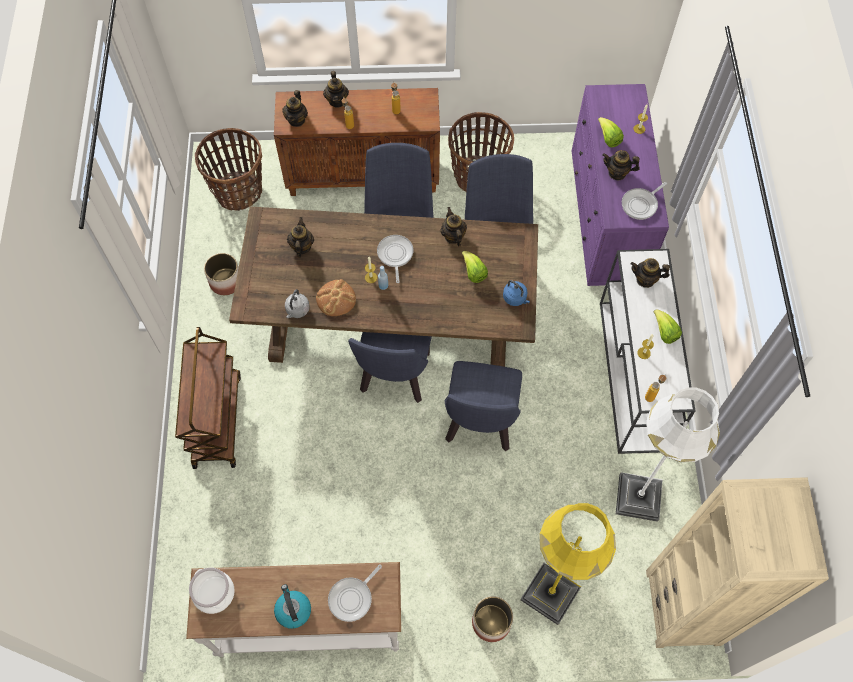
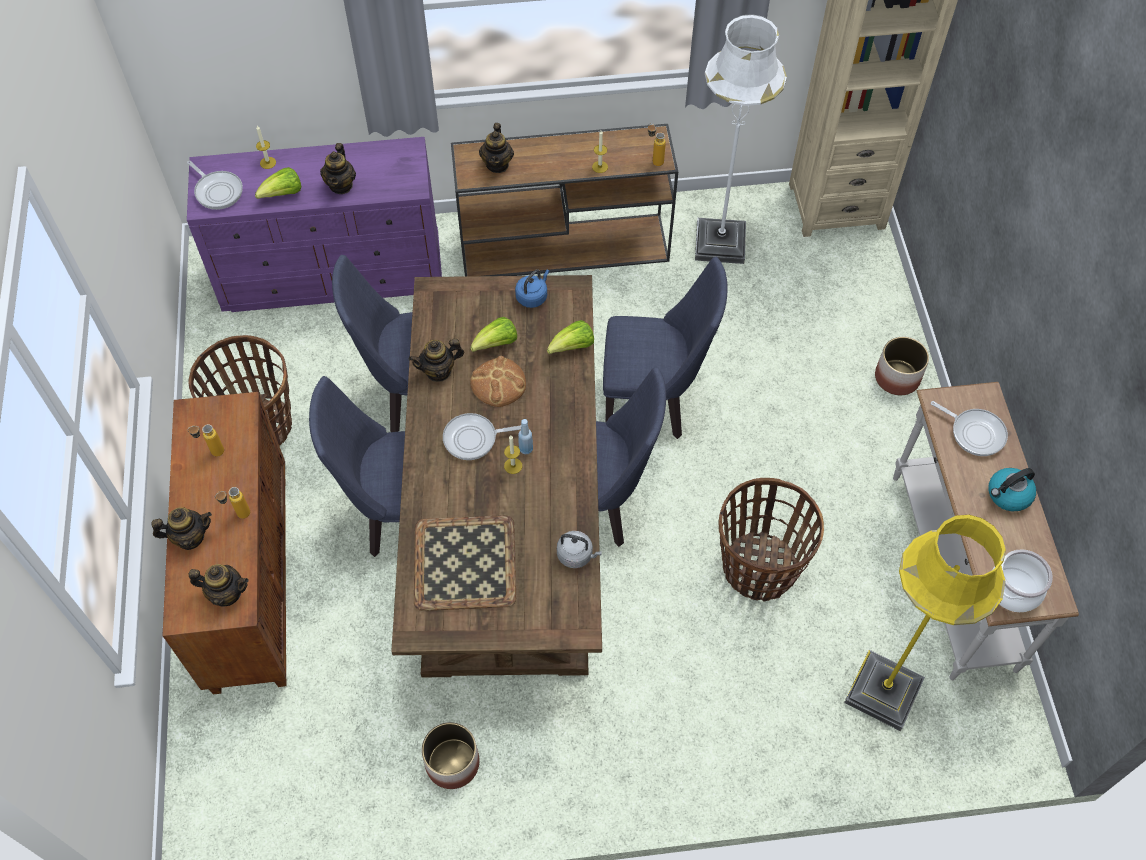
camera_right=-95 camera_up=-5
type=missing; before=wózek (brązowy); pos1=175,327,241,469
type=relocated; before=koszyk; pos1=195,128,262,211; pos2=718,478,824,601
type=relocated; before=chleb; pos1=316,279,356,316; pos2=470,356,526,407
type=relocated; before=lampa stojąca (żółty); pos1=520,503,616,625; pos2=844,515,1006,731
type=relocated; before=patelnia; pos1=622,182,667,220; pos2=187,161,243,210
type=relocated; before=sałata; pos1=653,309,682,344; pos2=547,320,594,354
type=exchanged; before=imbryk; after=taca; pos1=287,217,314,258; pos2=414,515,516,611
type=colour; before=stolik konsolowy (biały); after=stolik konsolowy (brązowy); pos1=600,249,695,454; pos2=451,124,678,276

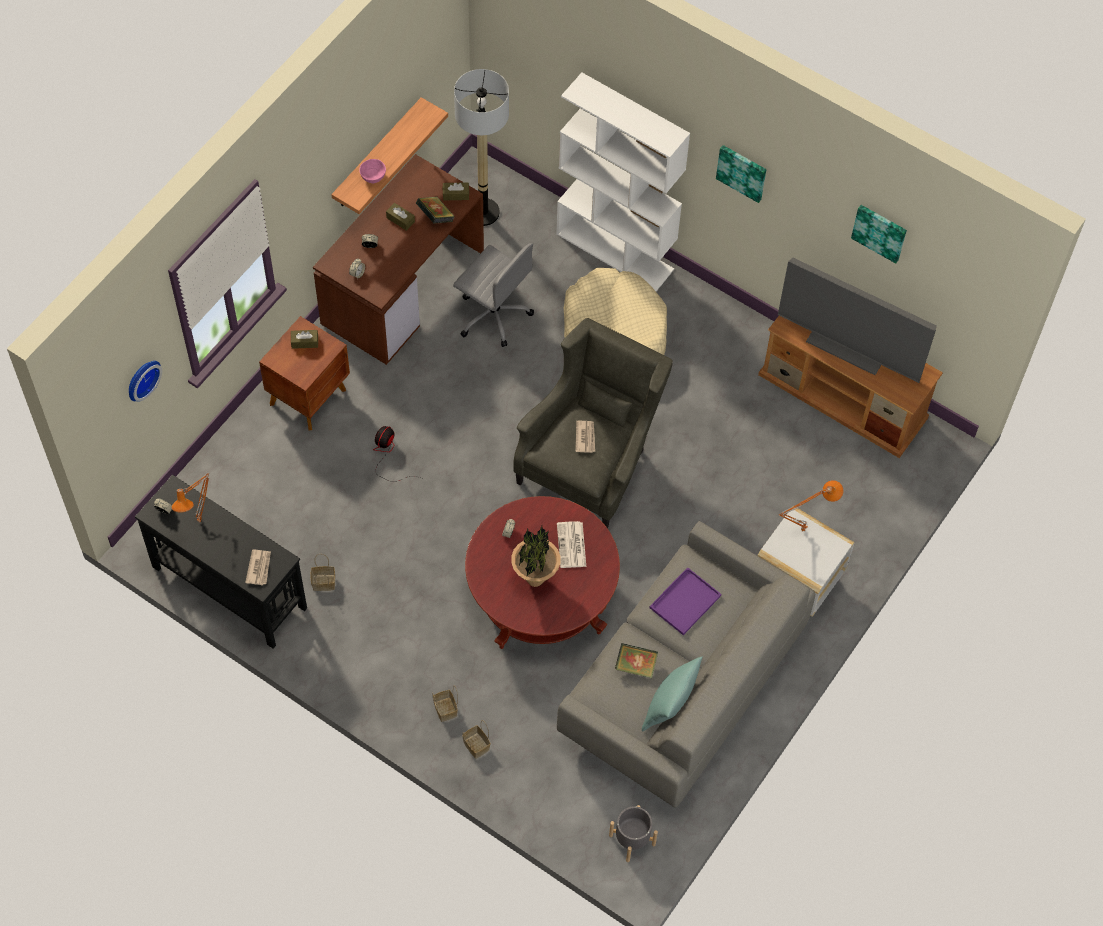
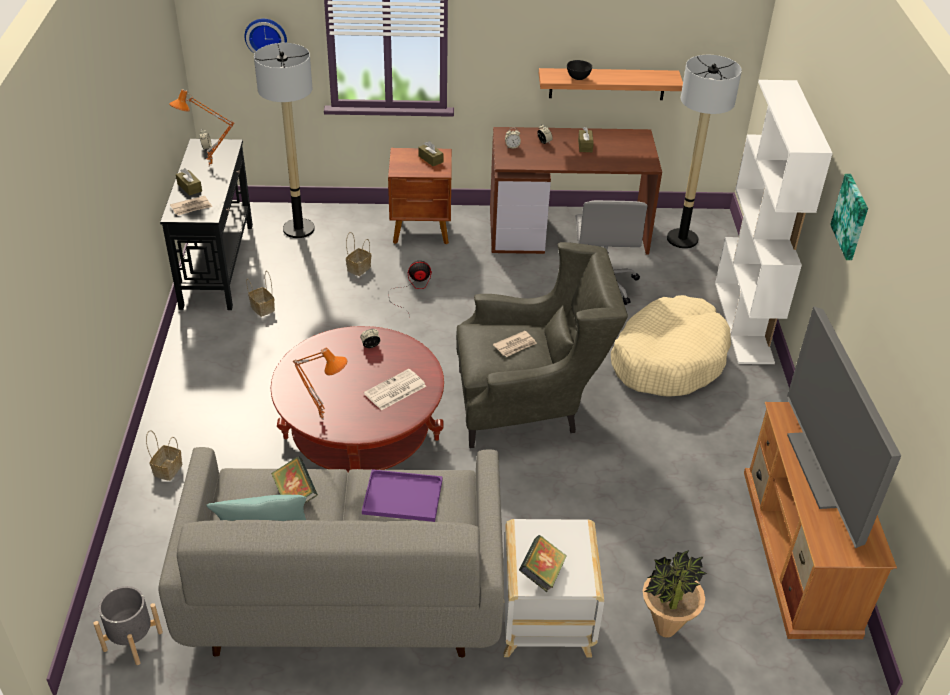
camera_right=55 camera_up=-20
type=missing; before=obraz; pos1=851,205,907,263
type=appeared; after=lampa stojąca; pos2=254,43,315,238
type=relocated; before=książka; pos1=416,197,455,223; pos2=519,535,567,592
type=relocated; before=koszyk; pos1=432,685,458,722; pos2=346,232,371,276
type=relocated; before=pudełko chusteczek (brązowy); pos1=443,182,469,200; pos2=176,168,202,196
type=relocated; before=roślina doniczkowa; pos1=511,526,561,587; pos2=643,550,707,638
type=relocated; before=lampa stołowa (pomarańczowy); pos1=778,480,844,532; pos2=293,348,347,420
type=colour; before=miska (różowy); after=miska (czarny); pos1=359,159,386,183; pos2=567,60,592,80

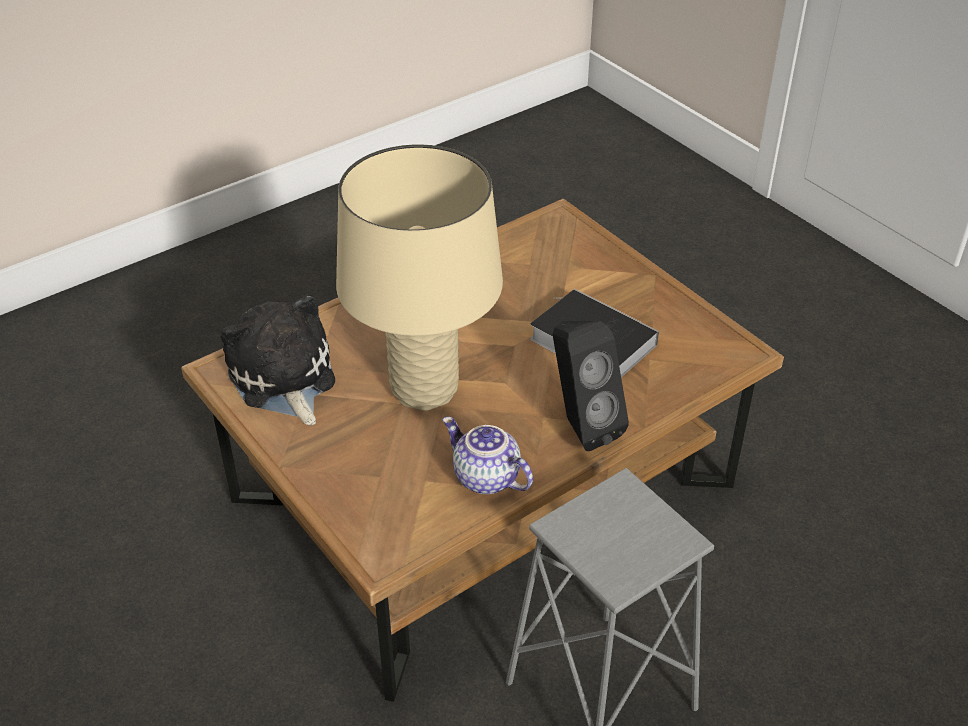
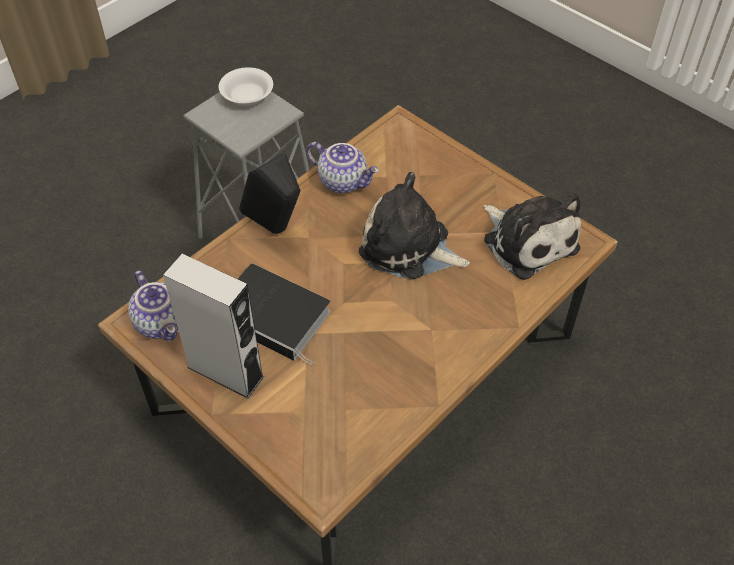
camera_right=170 camera_up=10
type=appeared; after=imbryk; pos2=128,270,178,341
type=appeared; after=głośnik (szary); pos2=163,254,265,398
type=appeared; after=miska (biały); pos2=219,67,273,106
type=exchanged; before=lampa stołowa (beżowy); after=pluszak; pos1=336,145,503,411; pos2=359,172,470,280

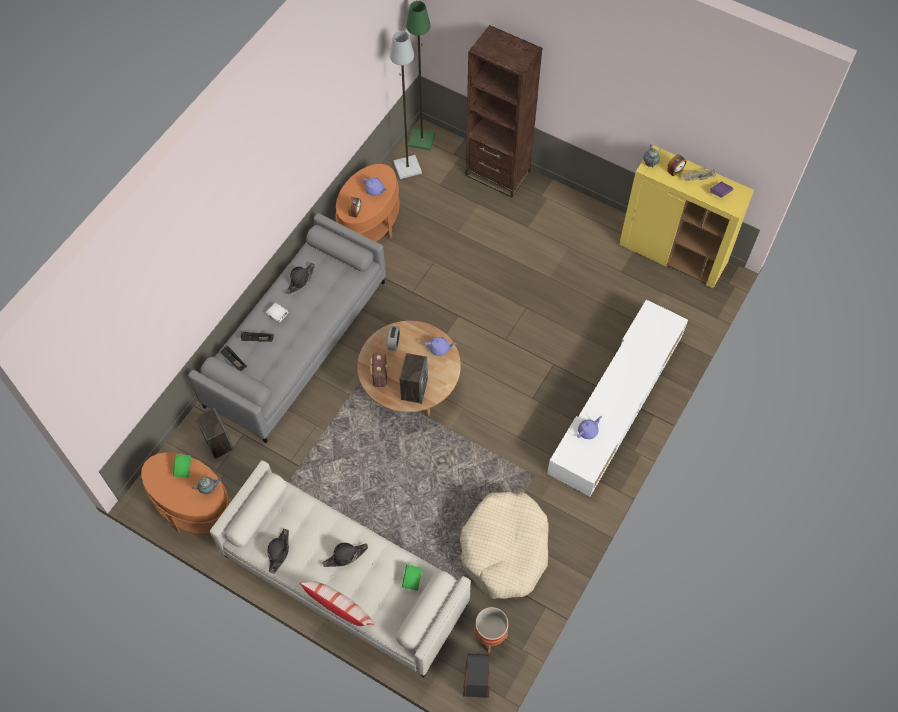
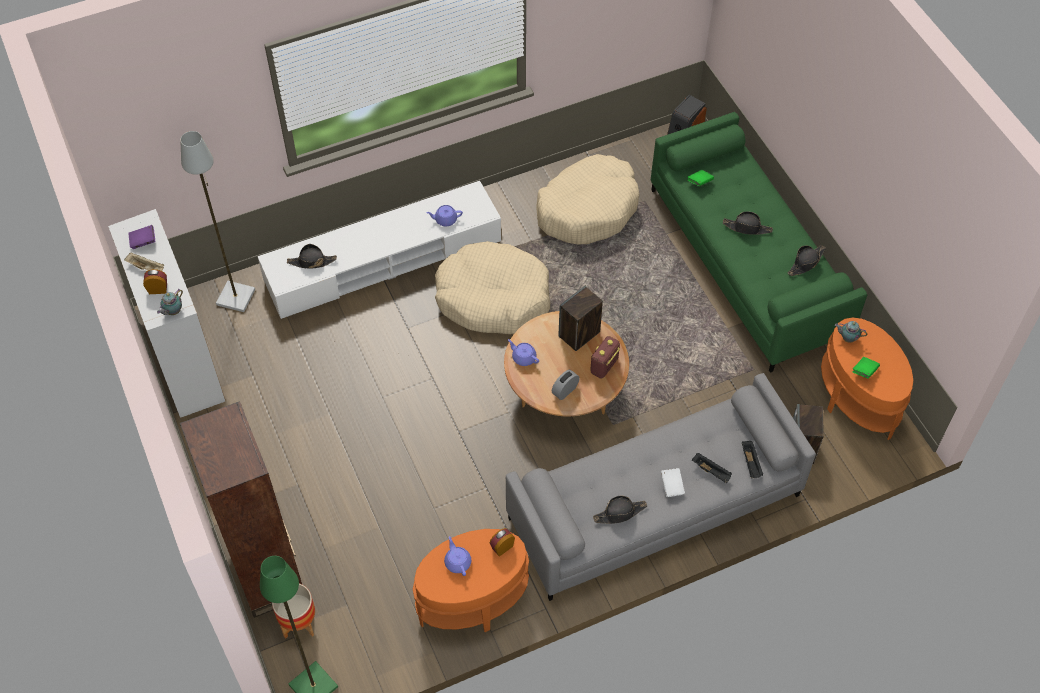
camera_right=-145 camera_up=-5
type=missing; before=poduszka; pos1=300,582,375,626
type=appeared; after=kapelusz (czarny); pos2=287,244,337,268
type=appeared; after=legowisko (beżowy); pos2=435,241,550,334
type=relocated; before=lampa stojąca (szary); pos1=390,31,422,179; pos2=180,131,255,312
type=relocated; before=donica; pos1=474,607,508,653; pos2=272,584,315,639
type=colour; before=kanapa (beżowy); after=kanapa (zielony); pos1=210,460,471,677; pos2=651,112,867,373
type=colour; before=szafka (żółty); after=szafka (biały); pos1=619,145,754,289; pos2=108,209,226,418

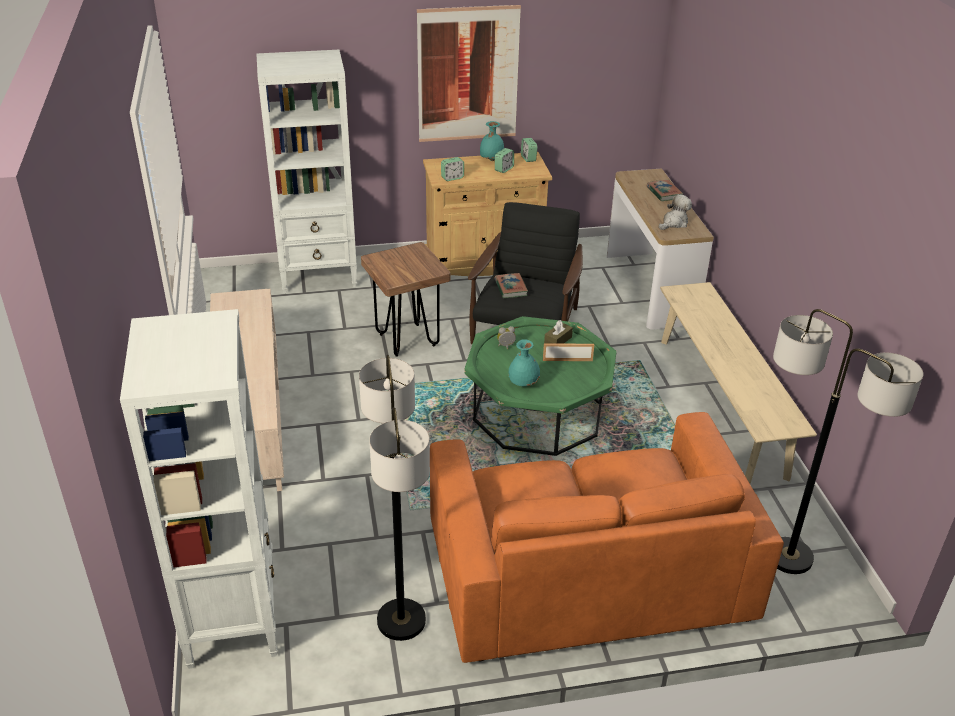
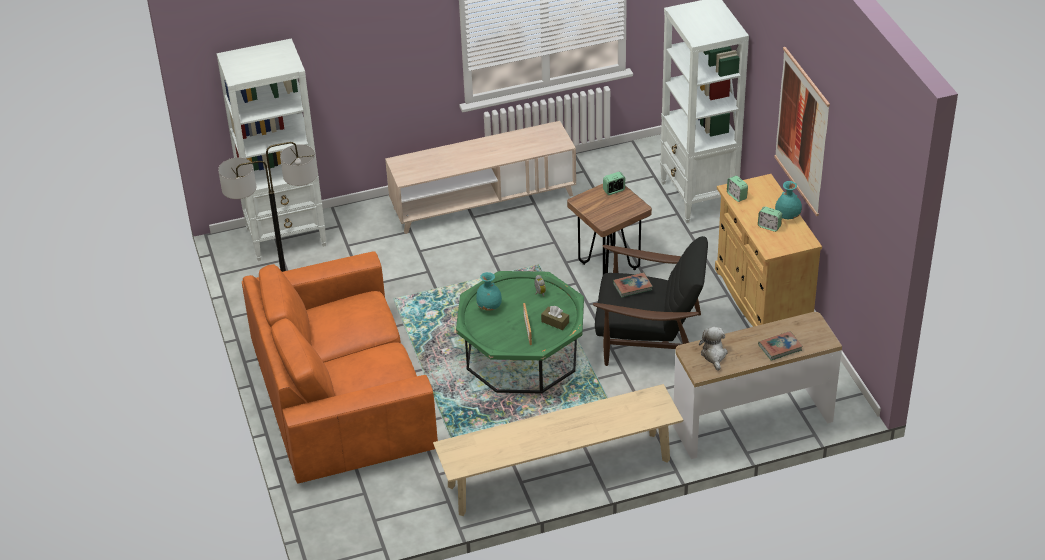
camera_right=85 camera_up=5
type=missing; before=lampa stojąca; pos1=773,309,923,574
type=relocated; before=budzik; pos1=521,138,537,162; pos2=603,172,625,195
type=spun; before=pluszak; pos1=659,194,692,230; pos2=699,327,727,371; turn=-135

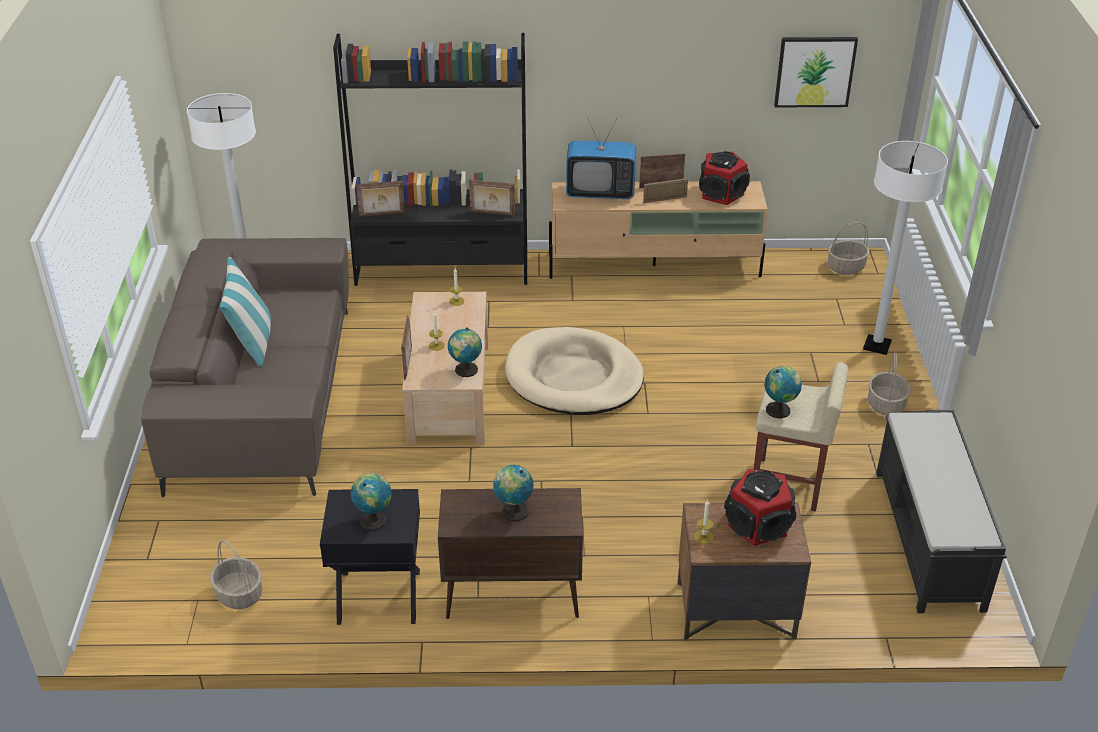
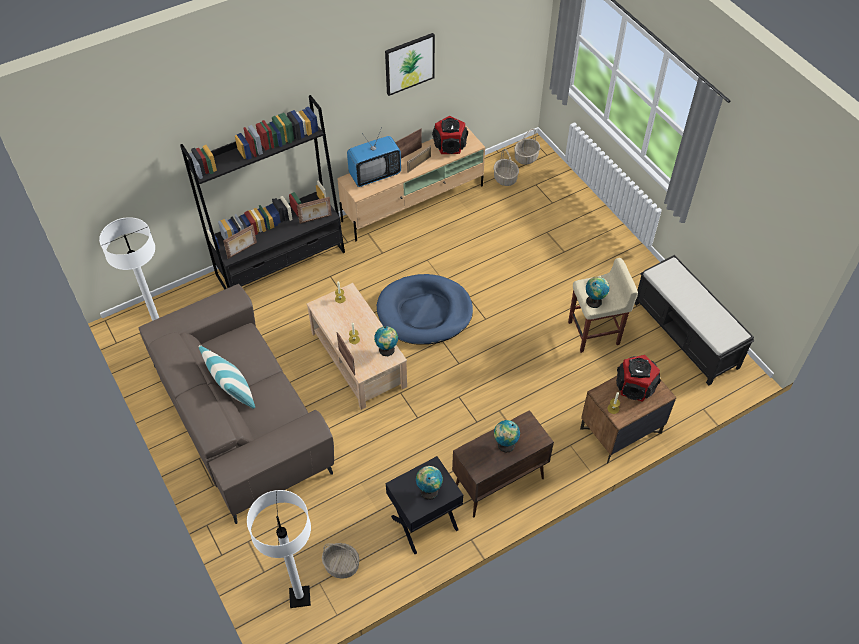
camera_right=-30 camera_up=15
type=relocated; before=obraz; pos1=774,37,858,107; pos2=385,33,435,96
type=relocated; before=lampa stojąca (biały); pos1=863,141,948,355; pos2=247,490,311,608
type=relocated; before=koszyk; pos1=868,352,911,415; pos2=494,149,519,186
type=colour; before=legowisko (beżowy); after=legowisko (niebieski); pos1=505,327,644,415; pos2=377,274,473,345

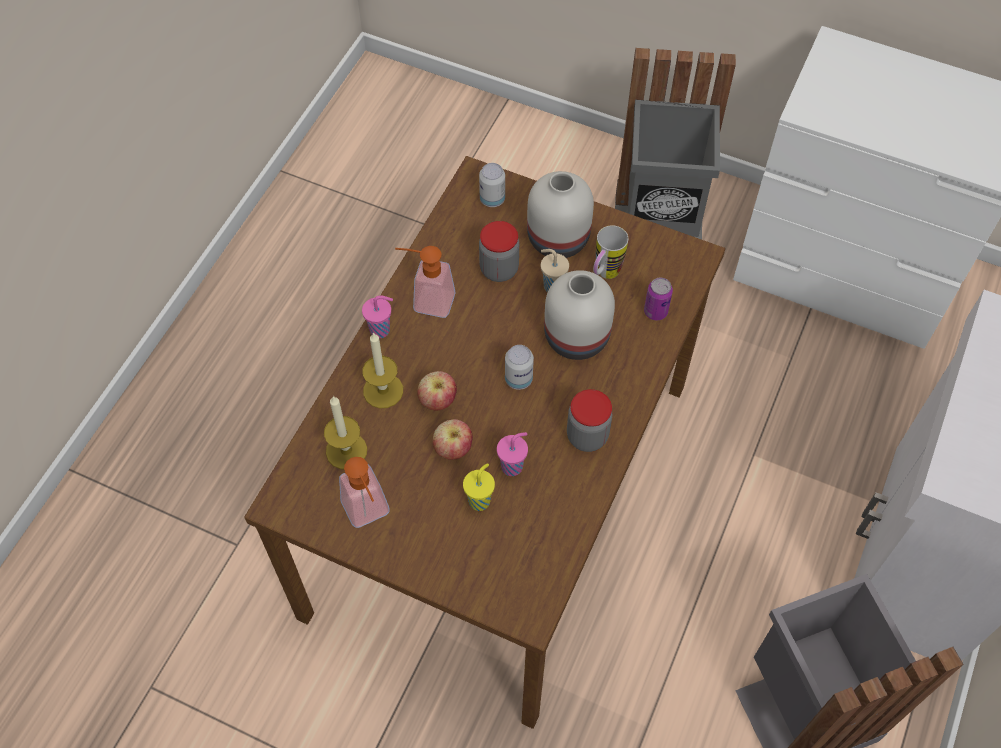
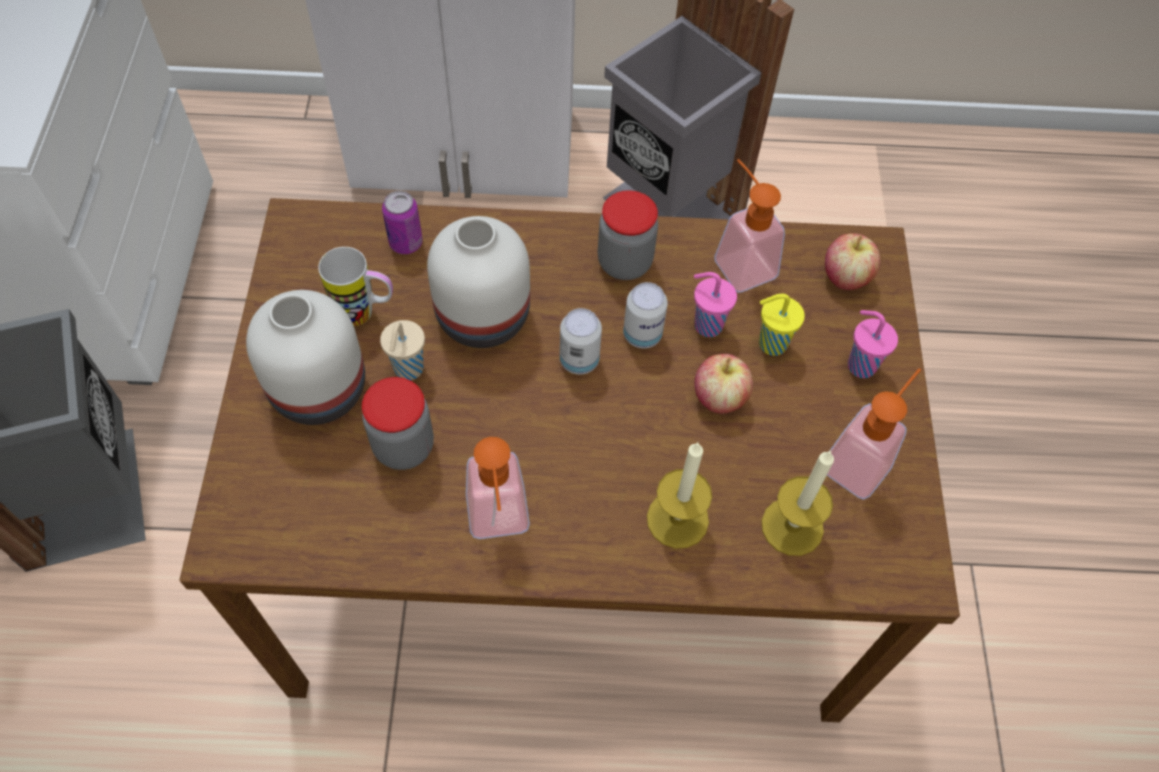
camera_right=-115 camera_up=0
type=appeared; after=dozownik mydła; pos2=714,159,785,293
type=relocated; before=filiżanka (różowy); pos1=362,295,393,338; pos2=848,310,898,378
type=relocated; before=jabłko; pos1=417,371,457,410; pos2=825,233,880,290
type=relocated; before=puszka; pos1=479,163,505,207; pos2=623,282,668,348

